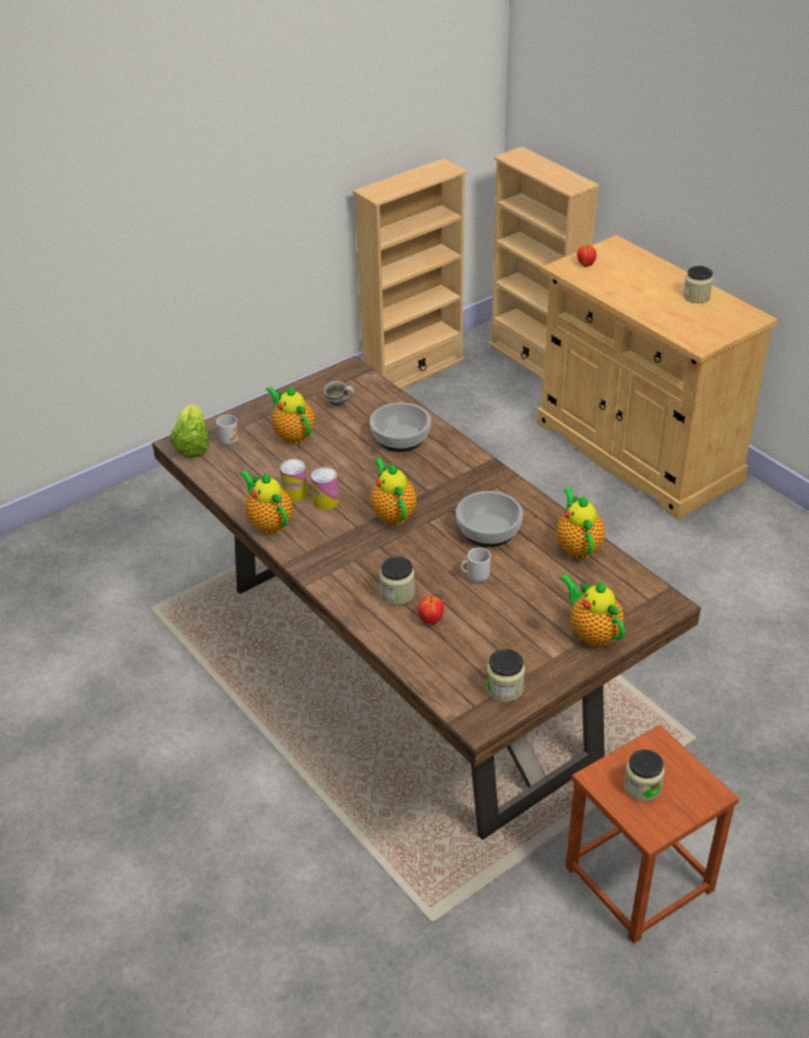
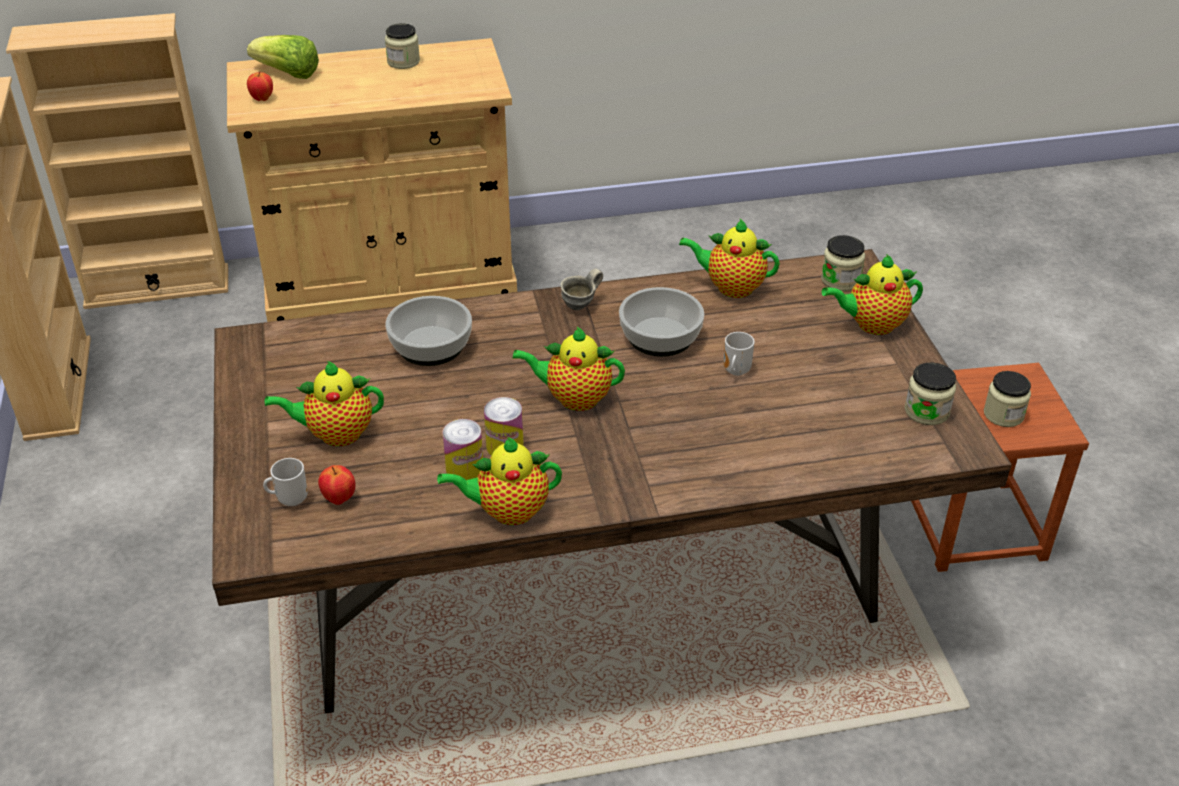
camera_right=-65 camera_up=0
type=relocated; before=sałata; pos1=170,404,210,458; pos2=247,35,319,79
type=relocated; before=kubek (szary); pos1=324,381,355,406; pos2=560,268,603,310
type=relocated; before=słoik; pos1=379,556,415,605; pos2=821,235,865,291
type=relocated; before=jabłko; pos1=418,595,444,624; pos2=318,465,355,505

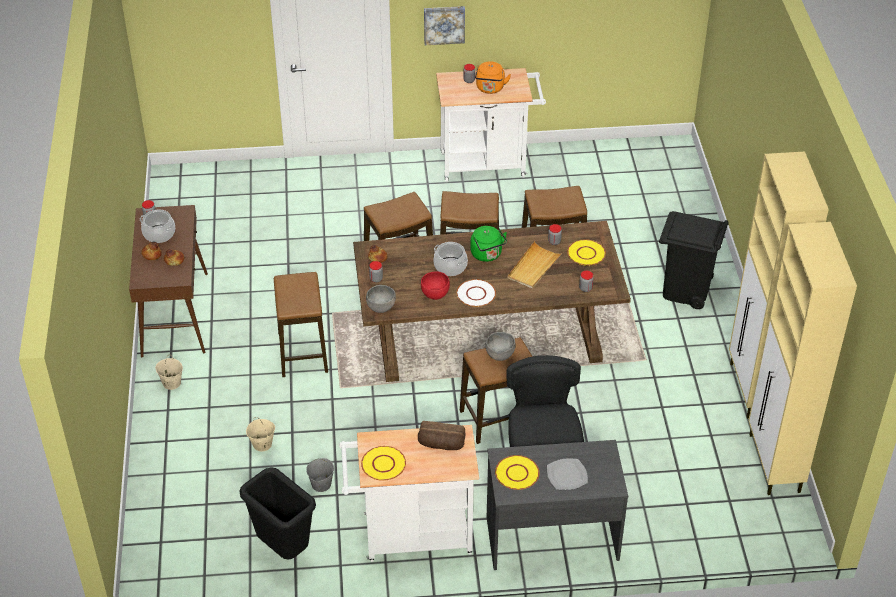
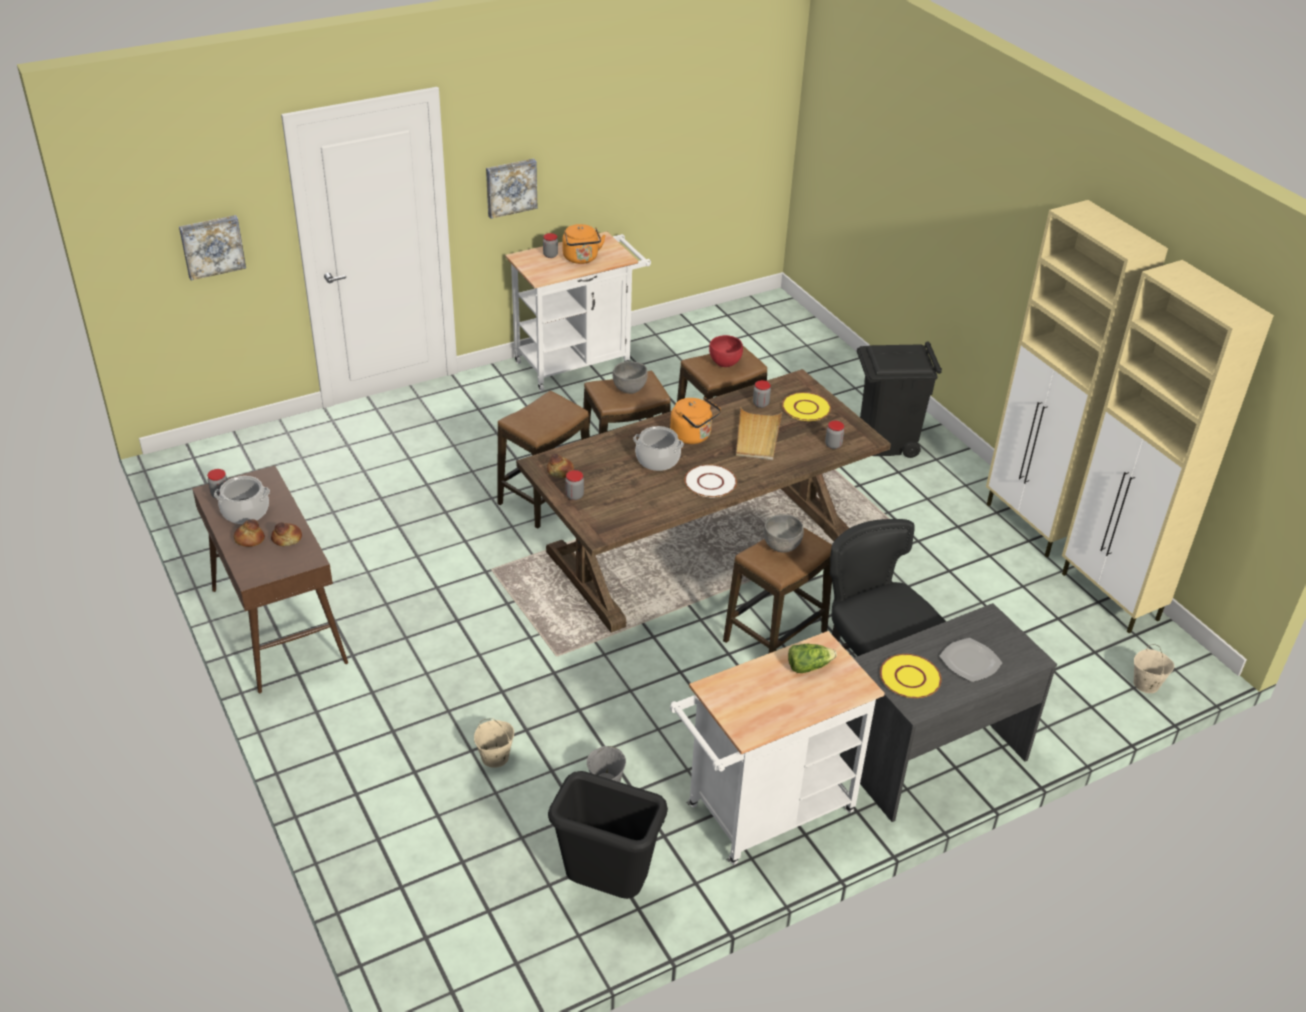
camera_right=-25 camera_up=-5
type=missing; before=stołek; pos1=274,272,328,377
type=missing; before=talerz (żółty); pos1=361,446,406,481
type=appeared; after=obraz; pos2=179,215,246,280
type=relocated; before=wiadro (beżowy); pos1=155,357,183,390; pos2=1133,644,1174,693
type=relocated; before=miska (szary); pos1=366,285,396,313; pos2=613,361,648,394
type=relocated; before=miska (czerwony); pos1=421,271,450,300; pos2=709,335,743,367
type=exchanged; before=chleb; after=sałata; pos1=418,421,465,450; pos2=788,644,837,673
type=colour; before=czajnik (zielony); after=czajnik (pomarańczowy); pos1=470,226,507,262; pos2=670,397,721,444

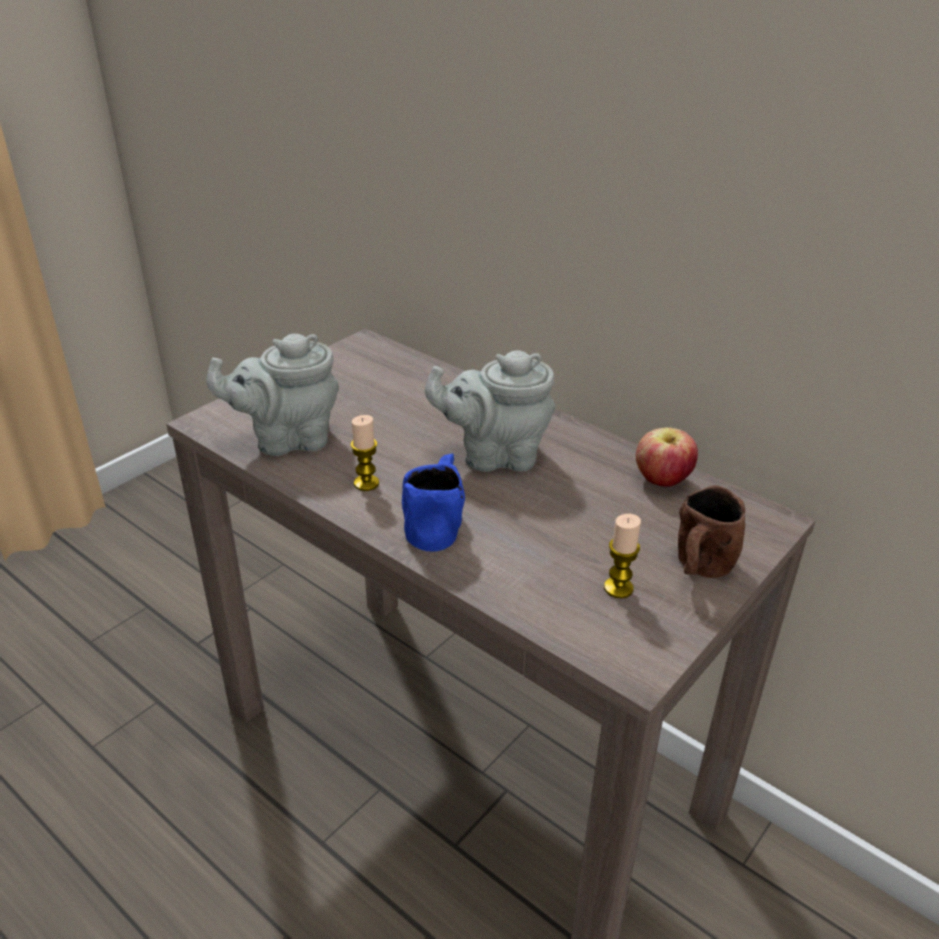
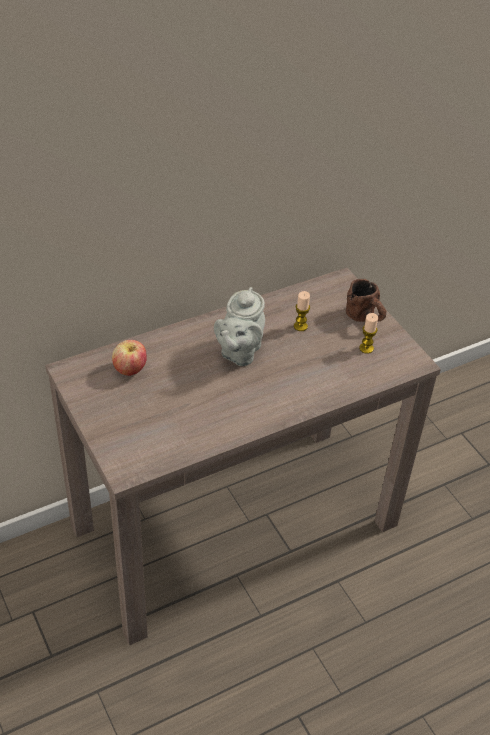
camera_right=-70 camera_up=10
type=missing; before=imbryk (szary); pos1=206,334,339,456
type=missing; before=kubek (niebieski); pos1=402,454,465,552
type=relocated; before=świeca; pos1=351,415,379,491; pos2=294,291,310,331
type=relocated; before=jabłko; pos1=636,427,698,487; pos2=112,340,147,376

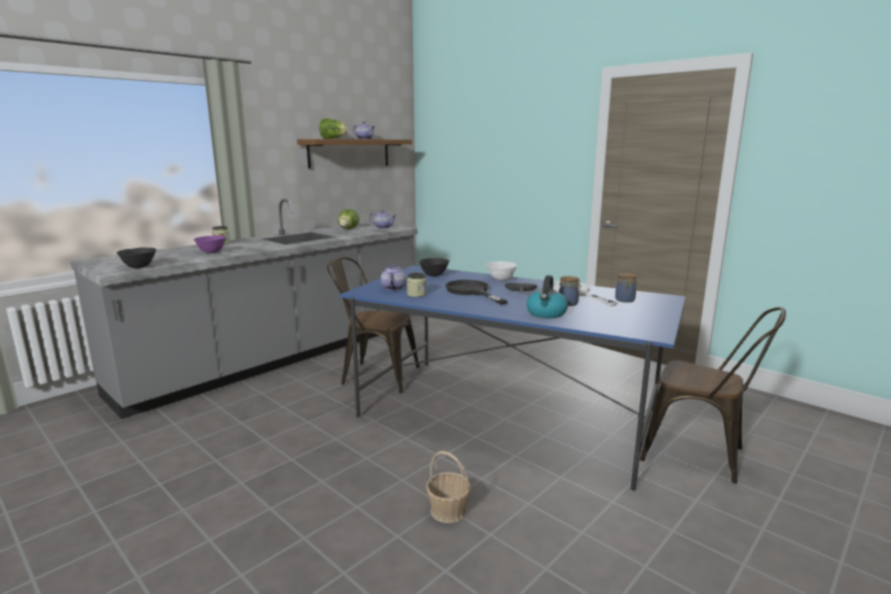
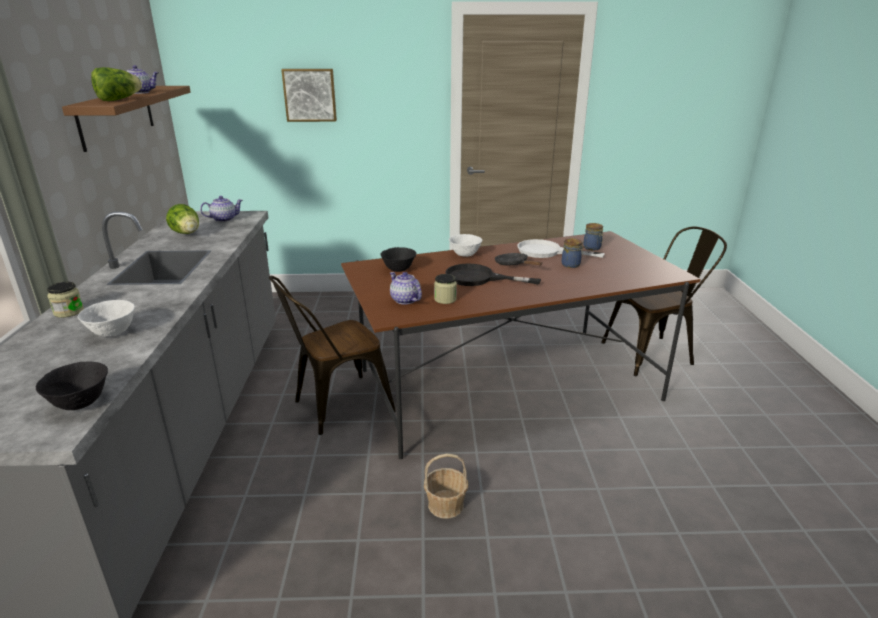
camera_right=-45 camera_up=10
type=missing; before=czajnik; pos1=526,275,568,318
type=appeared; after=obraz; pos2=281,69,337,122
type=relocated; before=koszyk; pos1=426,451,471,523; pos2=424,454,468,519
type=colour; before=miska (fioletowy); after=miska (biały); pos1=194,235,226,253; pos2=77,300,135,337
type=colour; before=stół jadalny (niebieski); after=stół jadalny (brązowy); pos1=340,265,686,491; pos2=341,231,701,459

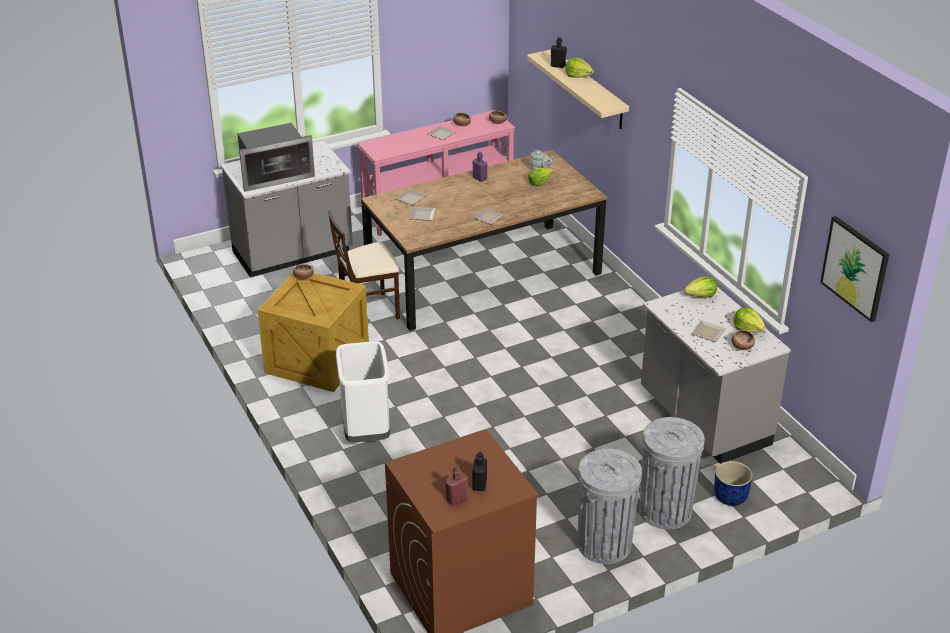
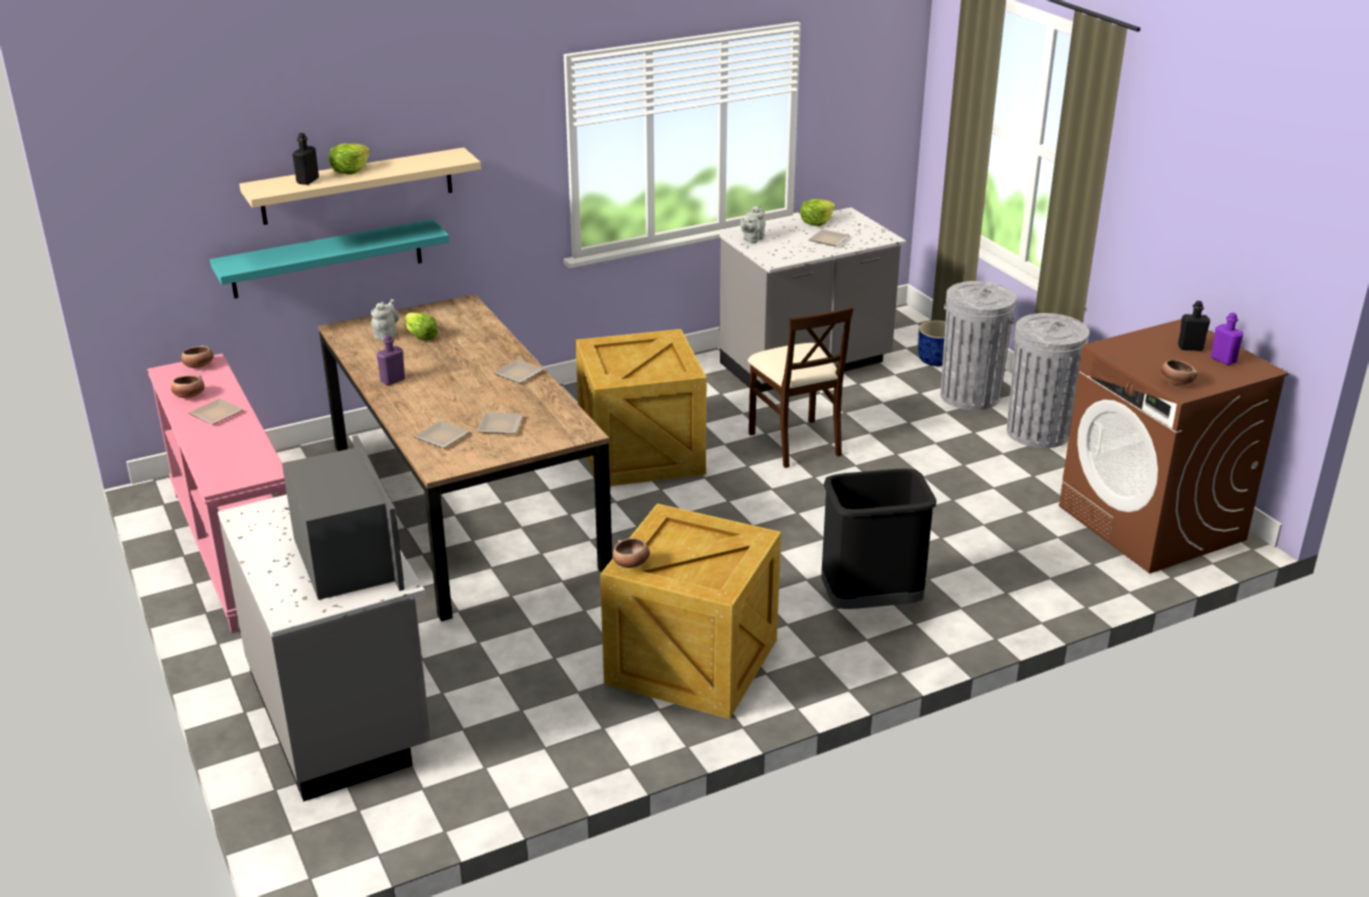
camera_right=-90 camera_up=-5
type=missing; before=obraz; pos1=820,216,889,322
type=appeared; after=półka (turkusowy); pos2=210,219,449,298
type=appeared; after=skrzynka; pos2=575,329,707,486
type=relocated; before=krzesło (beżowy); pos1=328,210,400,320; pos2=748,307,854,468
type=relocated; before=miska; pos1=732,330,755,350; pos2=1160,360,1197,385
type=exchanged; before=sałata; after=imbryk (szary); pos1=684,276,717,298; pos2=740,205,766,243
type=colour; before=kosz na śmieci (biały); after=kosz na śmieci (czarny); pos1=336,341,390,443; pos2=821,469,937,609
type=colour; before=butelka (czerwony); after=butelka (fioletowy); pos1=445,466,468,505; pos2=1211,312,1243,365

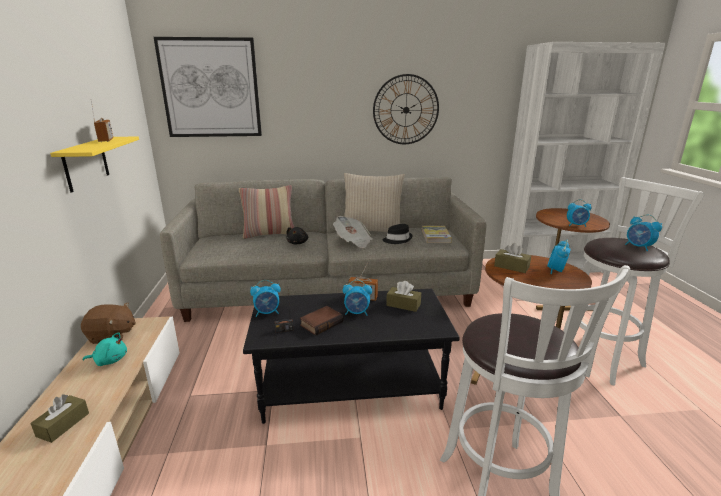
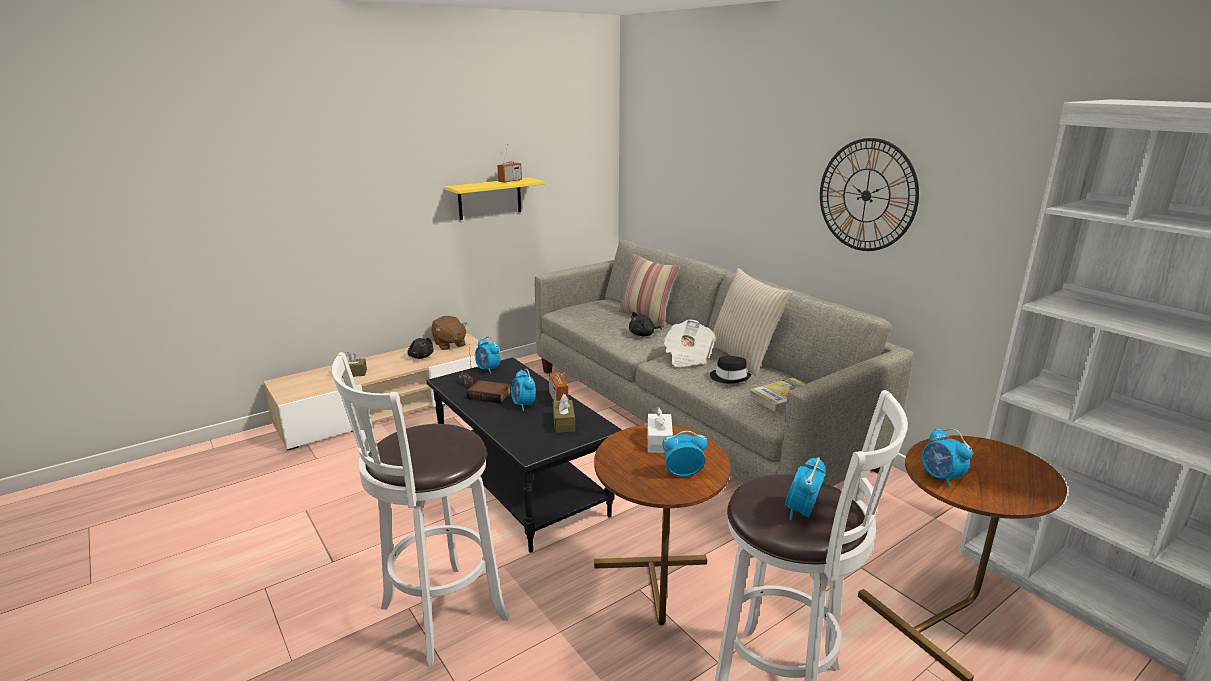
camera_right=60 camera_up=0
type=missing; before=obraz; pos1=154,37,262,137
type=colour; before=pluszak (turkusowy); after=pluszak (czarny); pos1=83,332,127,366; pos2=407,338,434,359
type=colour; before=pudełko chusteczek (brązowy); after=pudełko chusteczek (biały); pos1=494,243,531,273; pos2=648,407,673,453

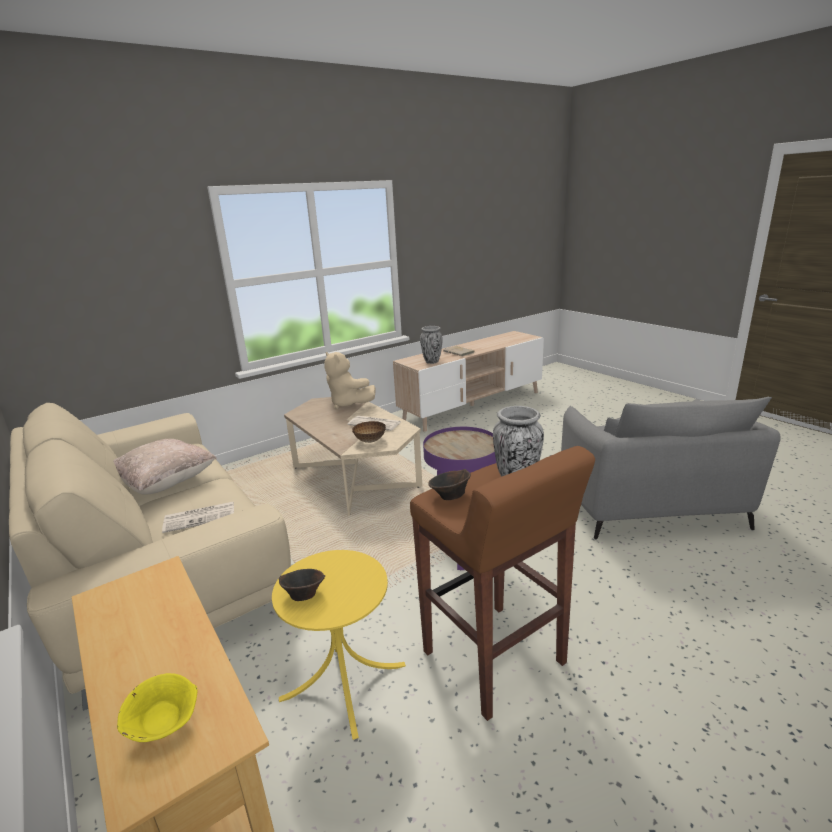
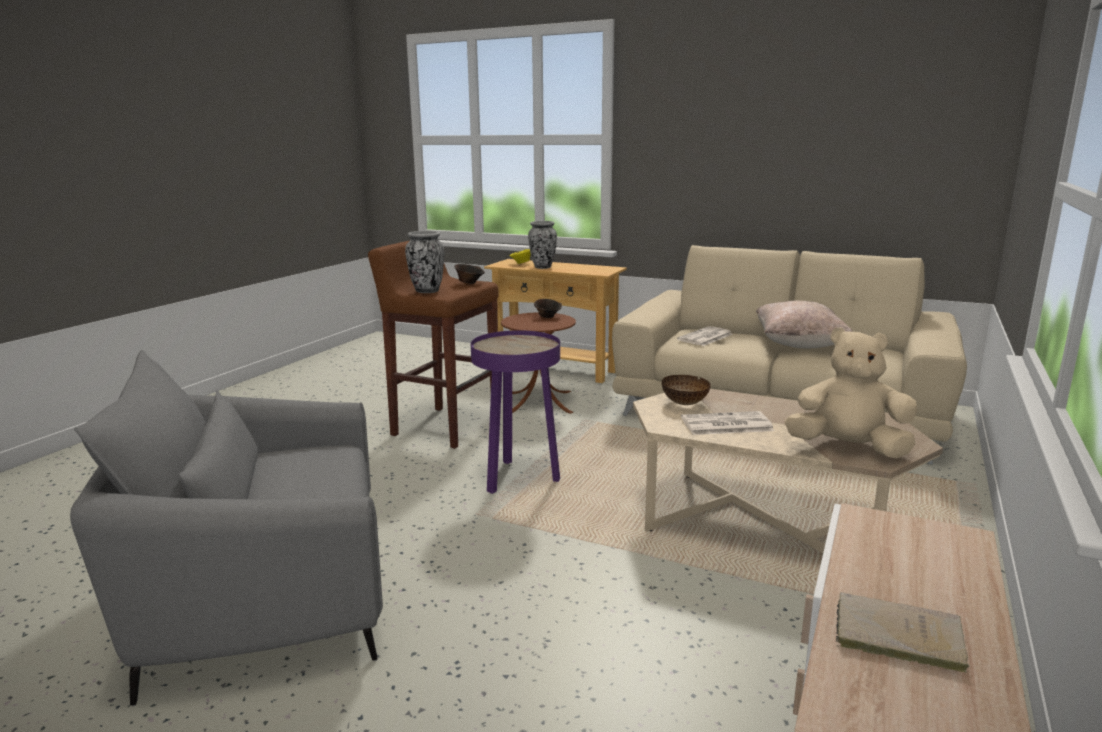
camera_right=150 camera_up=-5
type=relocated; before=wazon; pos1=420,326,443,364; pos2=528,221,557,269
type=colour; before=stolik (żółty); after=stolik (brązowy); pos1=272,550,406,740; pos2=501,312,576,414
type=spun; before=fotel (szary); pos1=561,396,781,540; pos2=70,350,383,706; turn=-75

